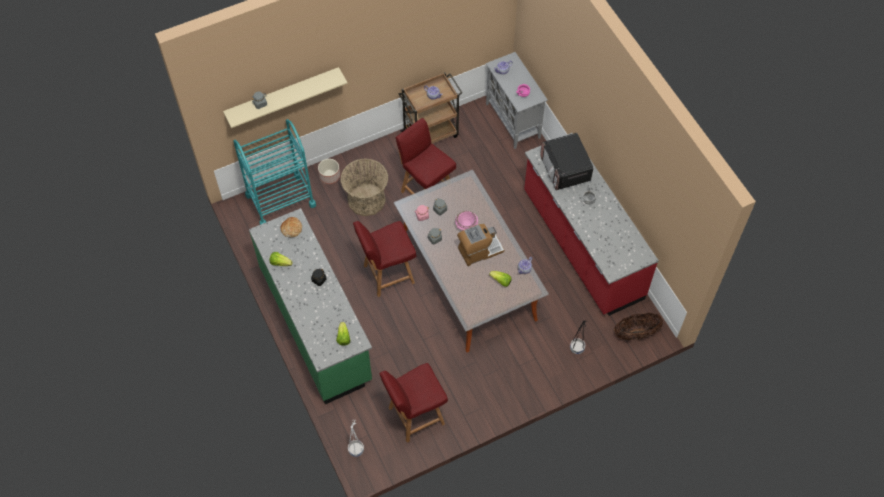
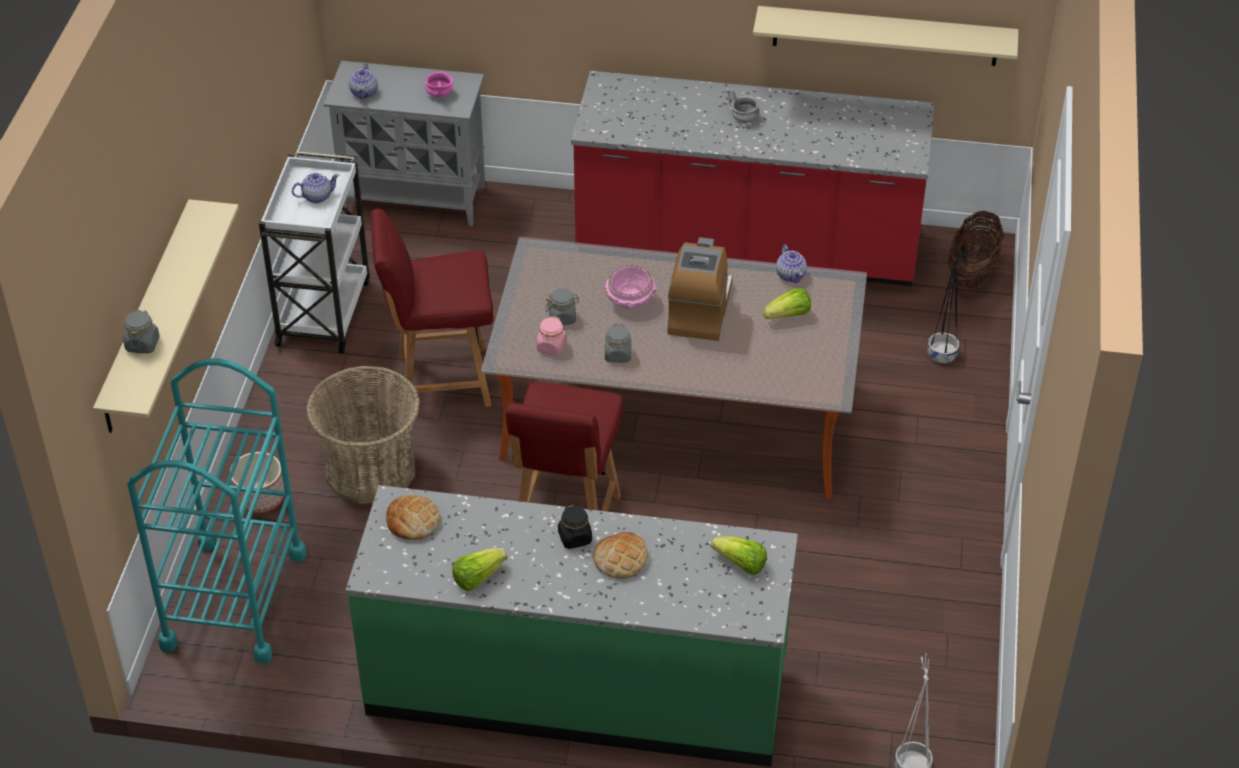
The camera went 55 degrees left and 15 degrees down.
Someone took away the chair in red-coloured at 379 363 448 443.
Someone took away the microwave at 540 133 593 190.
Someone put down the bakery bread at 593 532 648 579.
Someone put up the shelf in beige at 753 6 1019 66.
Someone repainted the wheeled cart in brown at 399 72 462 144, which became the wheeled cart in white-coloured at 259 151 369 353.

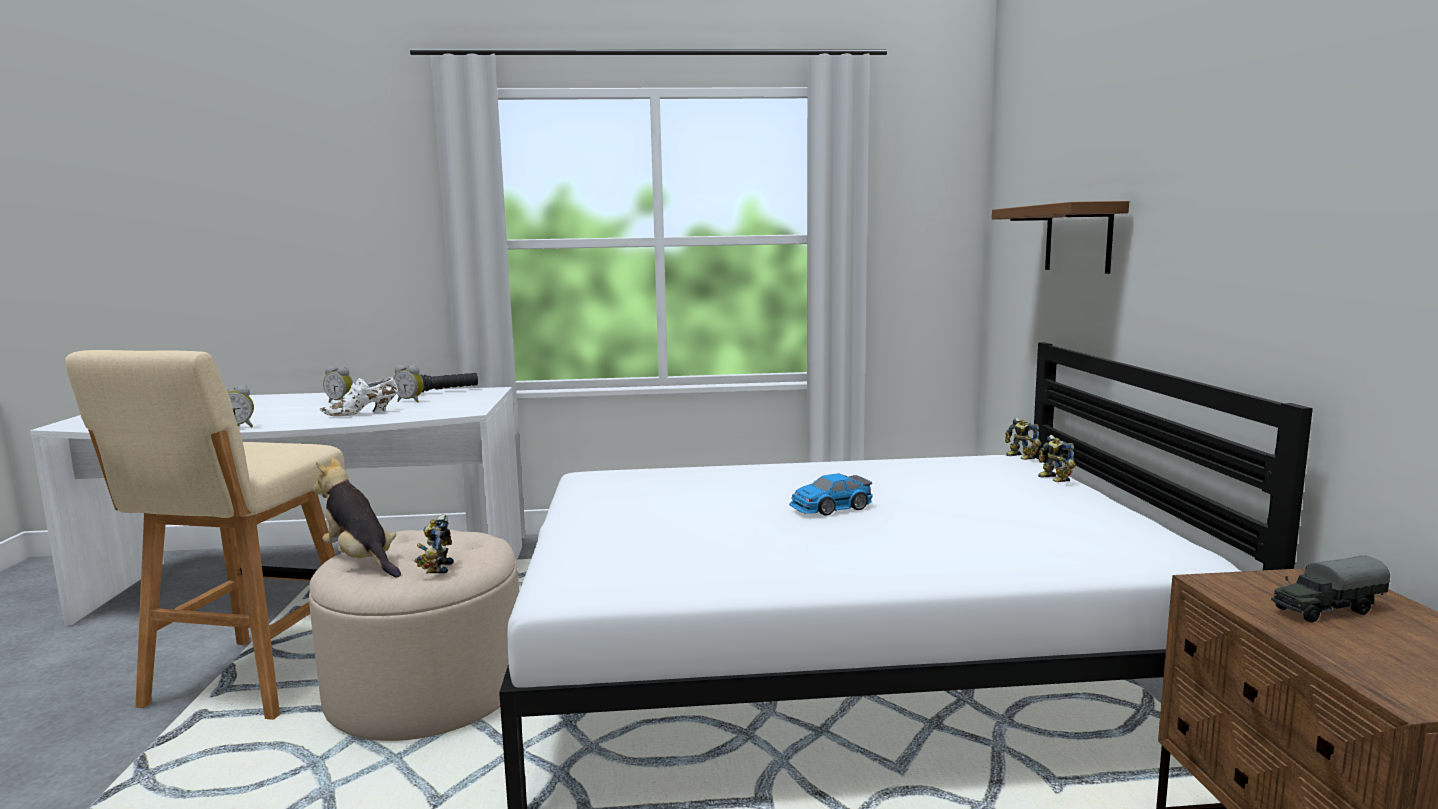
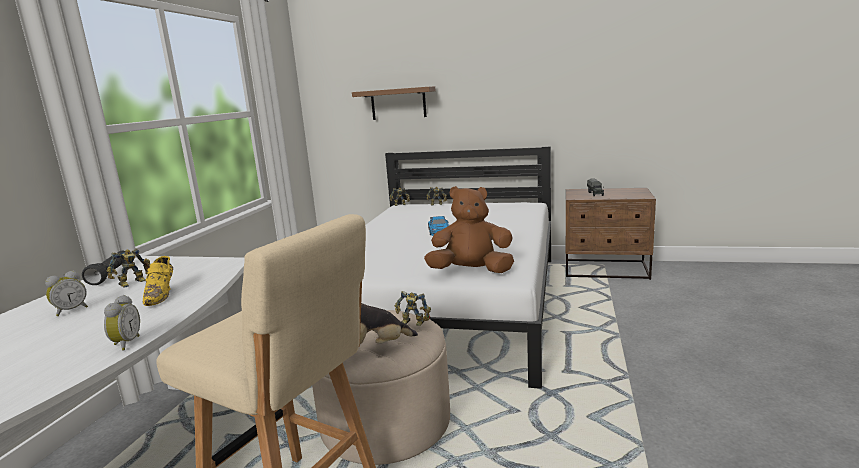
The camera went 70 degrees left and 5 degrees up.
Someone put down the cuddly toy in brown at 424 186 514 273.
Someone swapped the table clock at 393 365 424 403 for the toy robot at 106 248 150 288.
Someone repainted the low shoe in white-coloured at 320 377 398 417, which became the low shoe in yellow at 142 256 173 306.

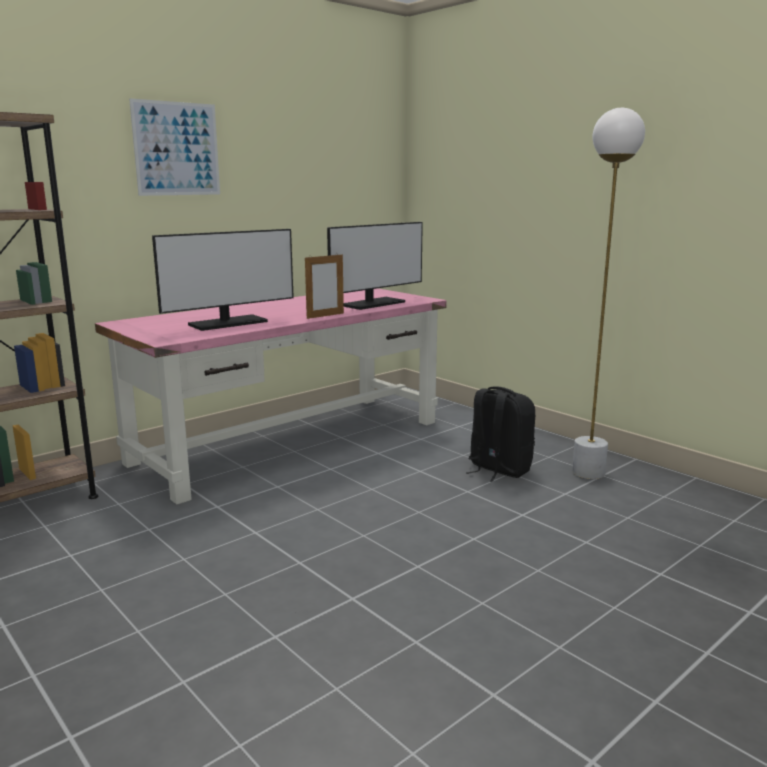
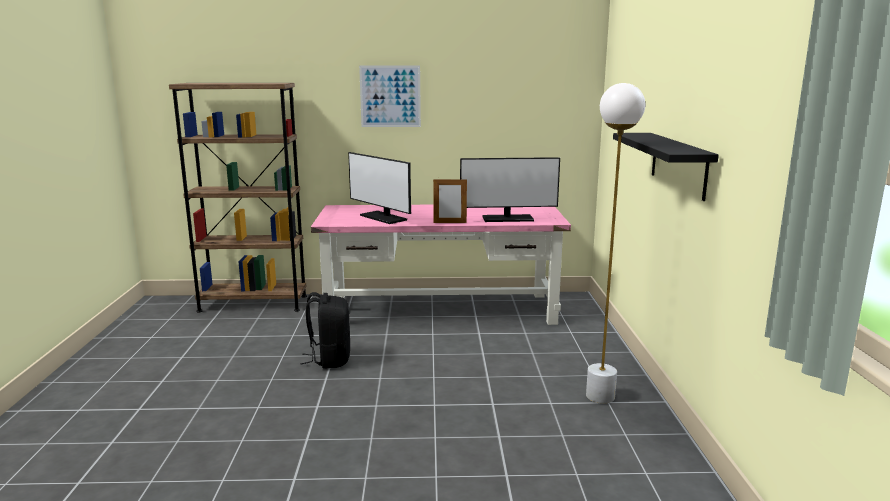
The camera went 40 degrees right and 0 degrees up.
Someone put up the shelf in blackish at 613 133 719 201.
Someone carried the rucksack in blackish from 466 386 535 482 to 300 292 350 369.
Someone rotated the monitor at 152 229 294 331 by 45 degrees clockwise.

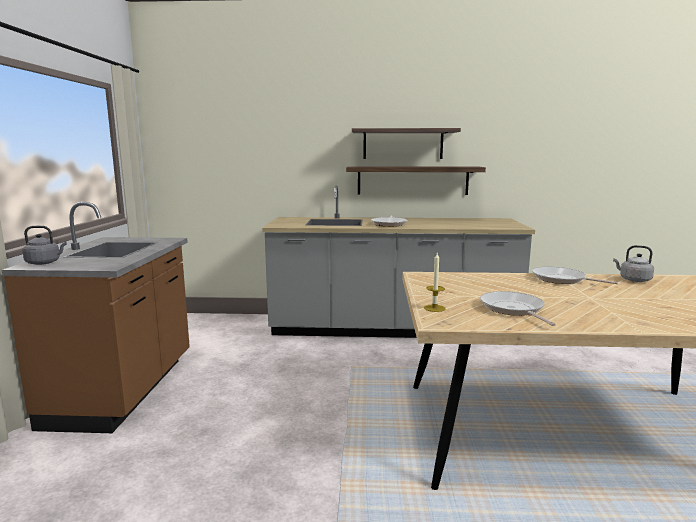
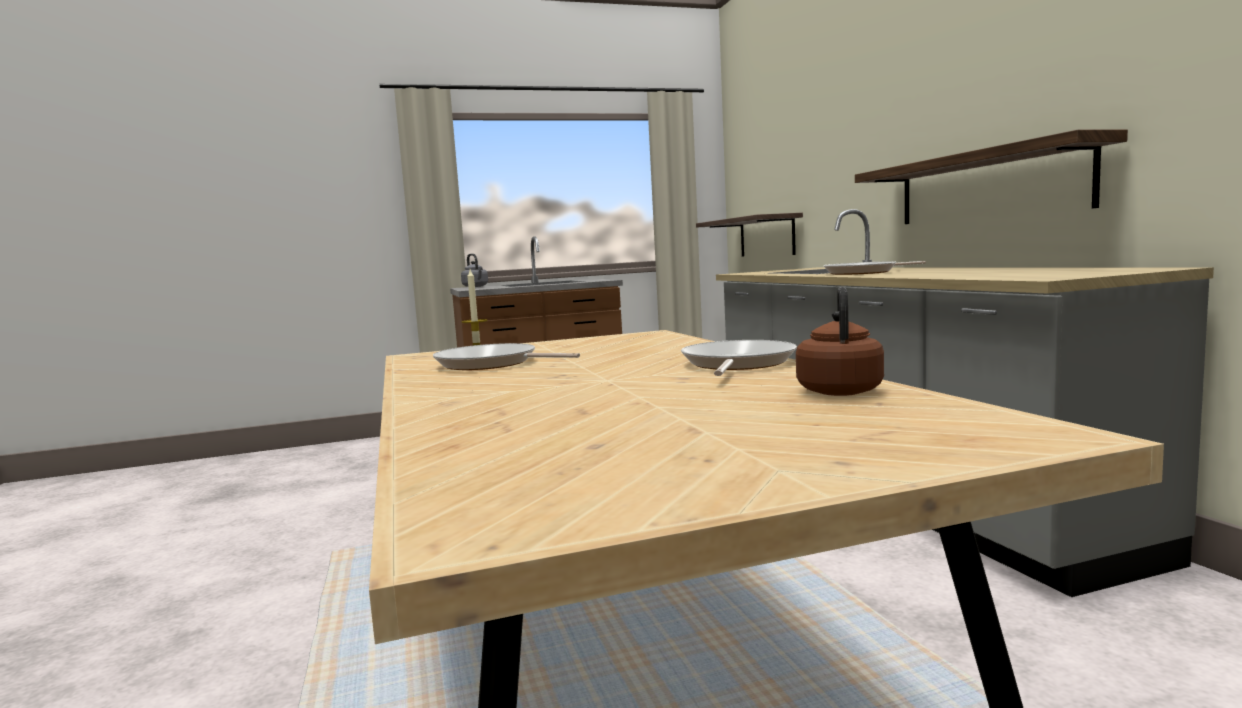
The camera went 70 degrees right and 5 degrees down.
Someone carried the shelf from 352 128 461 159 to 696 213 803 257.
Someone repainted the tea kettle in greyish at 613 245 654 282, which became the tea kettle in brown at 796 287 884 396.
Someone rotated the frying pan at 480 291 556 326 by 120 degrees counterclockwise.

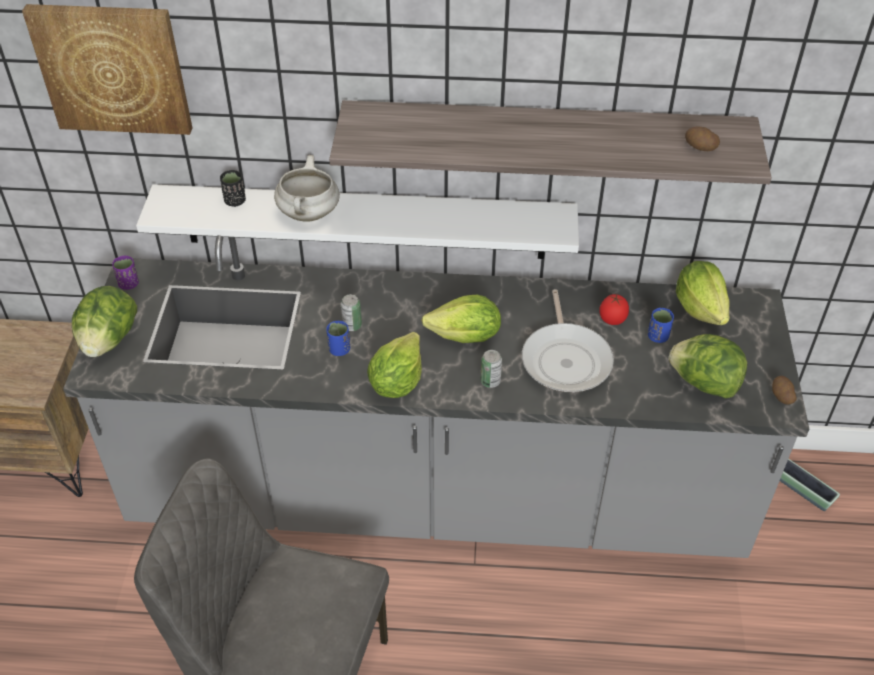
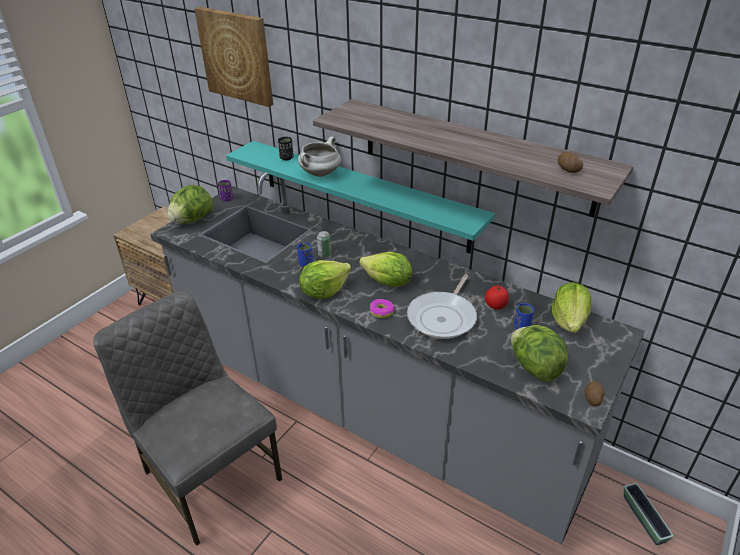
The camera went 30 degrees right and 10 degrees down.
Someone swapped the can at 481 350 502 388 for the doughnut at 370 299 394 318.
Someone repainted the shelf in white-coloured at 136 184 579 259, which became the shelf in blue-green at 226 141 495 254.

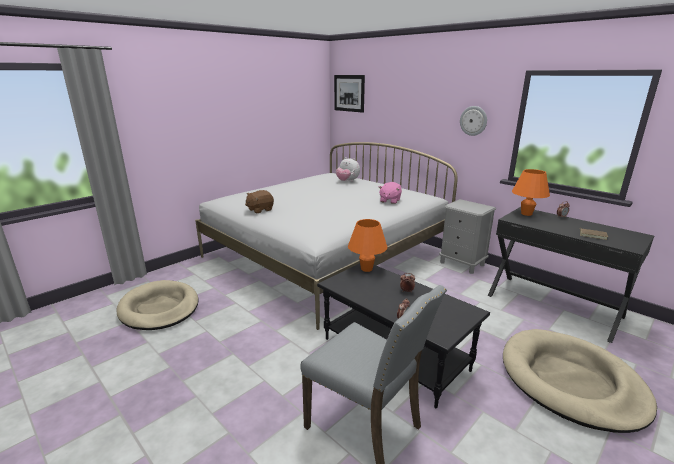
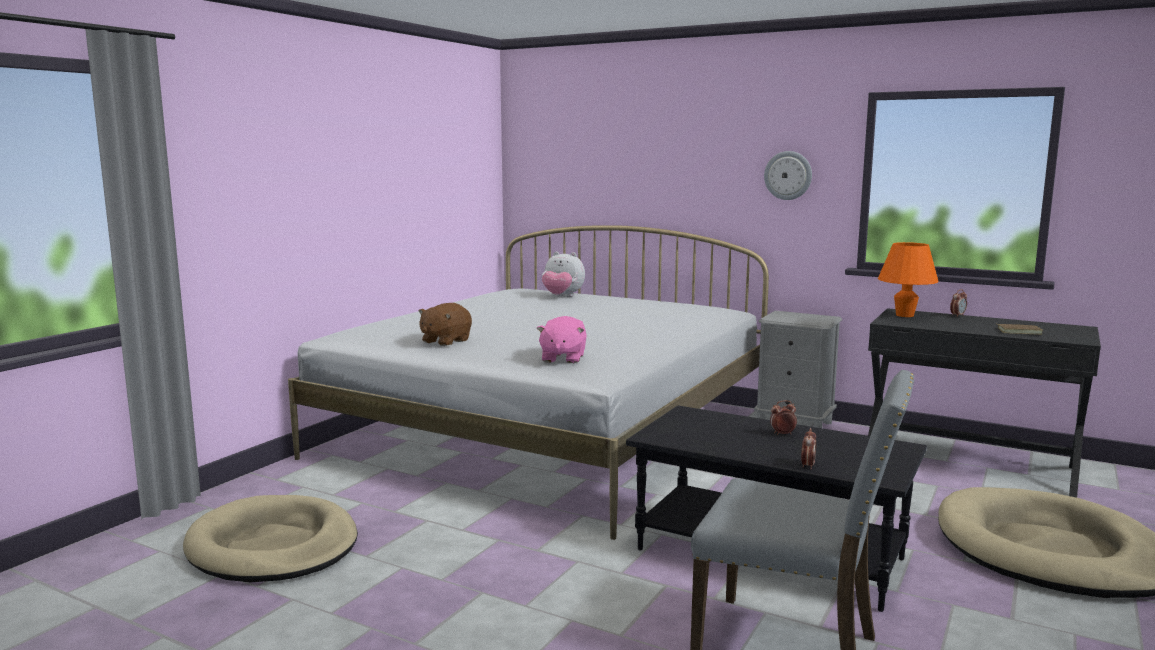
The camera went 15 degrees left and 10 degrees down.
Someone took away the picture at 334 75 365 113.
Someone took away the lamp for a table in orangey at 348 219 387 272.
Someone carried the cuddly toy in pinkish from 379 182 402 204 to 536 316 587 363.

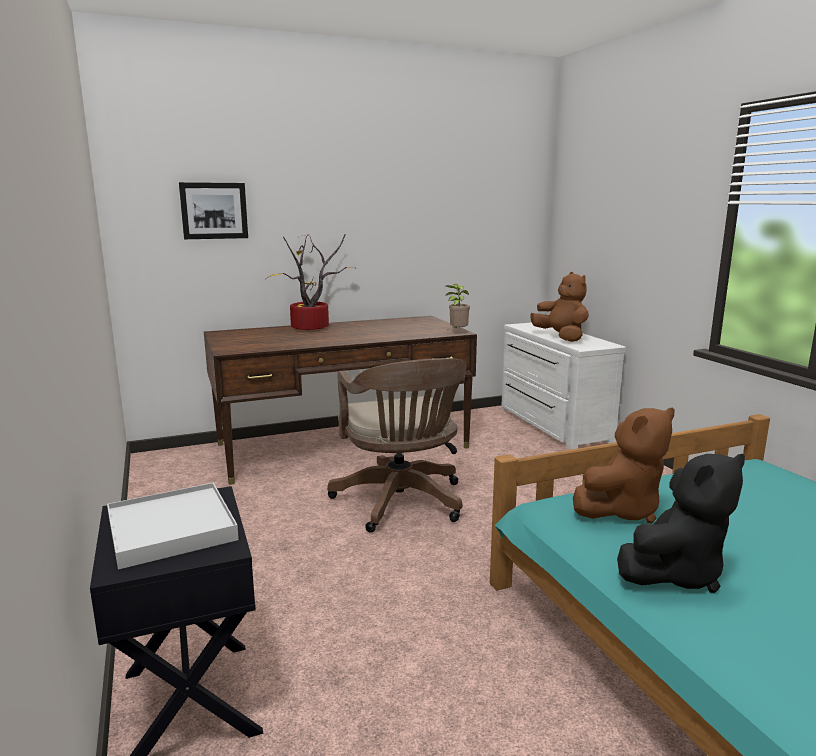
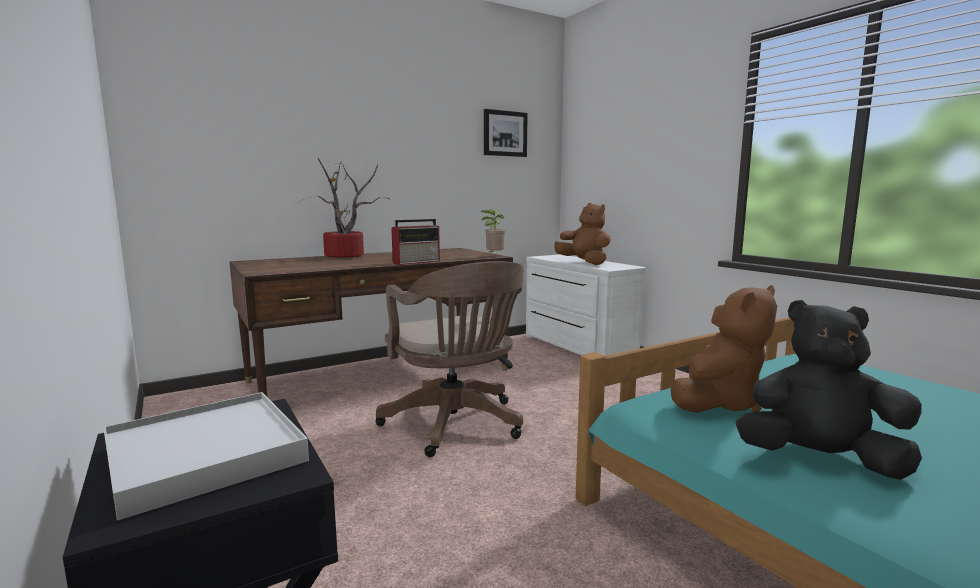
The camera went 10 degrees left and 5 degrees down.
Someone put down the radio at 391 219 440 265.
Someone carried the picture from 179 182 248 239 to 484 109 528 157.
Someone rotated the cuddly toy in blackish at 617 454 745 593 by 120 degrees counterclockwise.

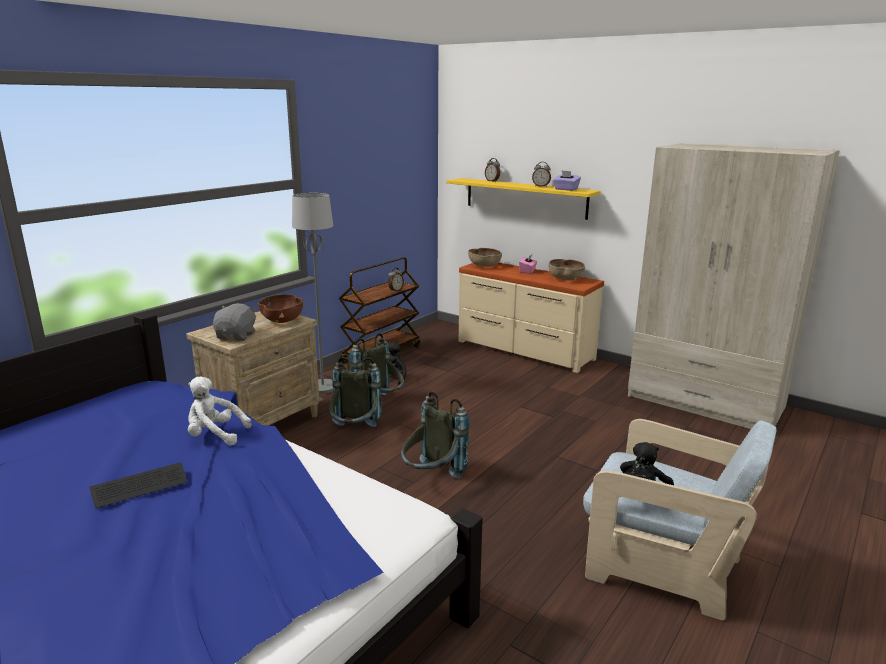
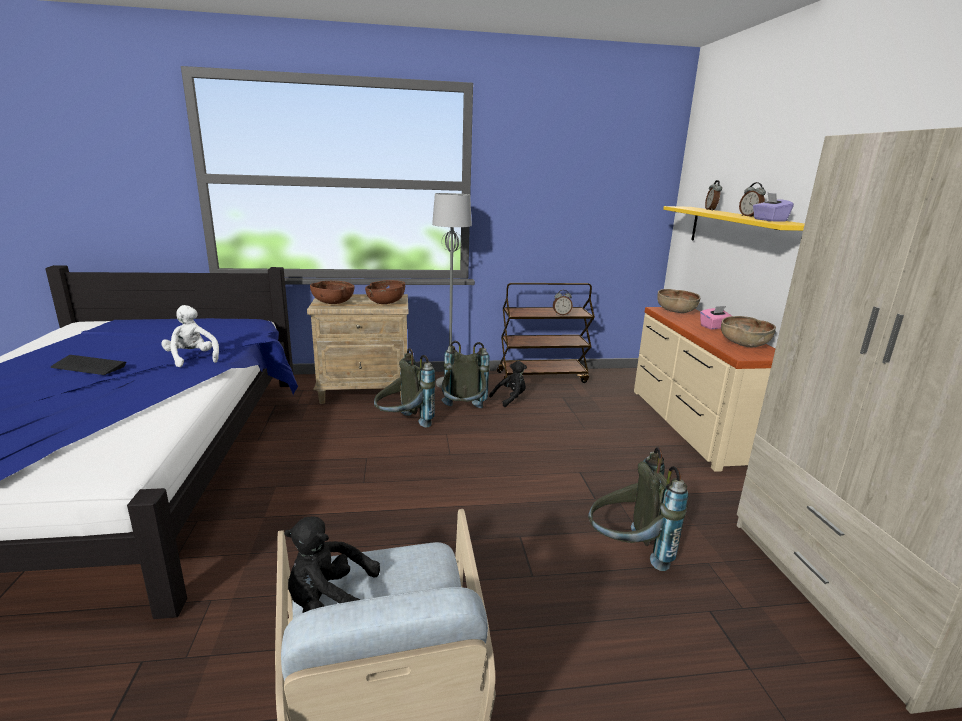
The camera went 45 degrees right and 0 degrees up.
Someone carried the rucksack in greyish from 401 391 469 478 to 588 447 688 571.
Someone swapped the cuddly toy in greyish at 213 303 257 341 for the deep dish in brown at 310 281 355 304.

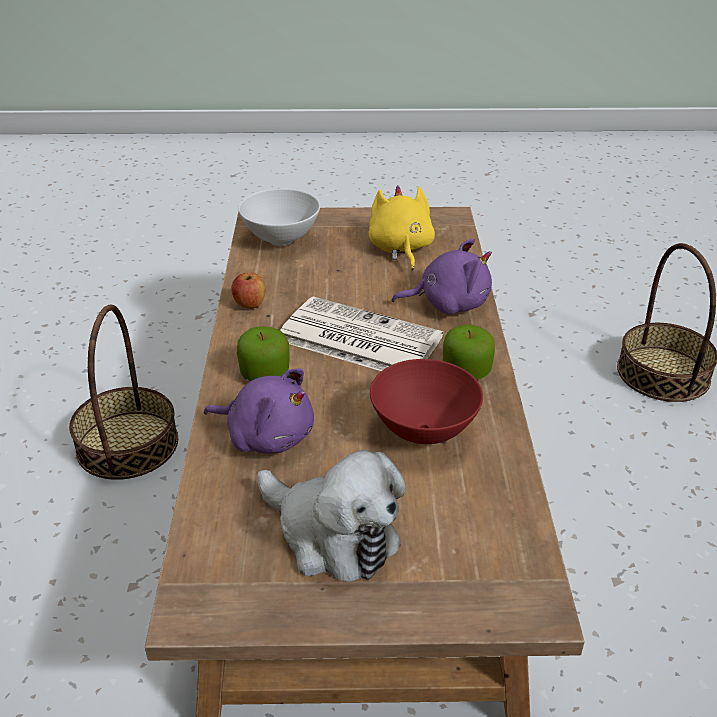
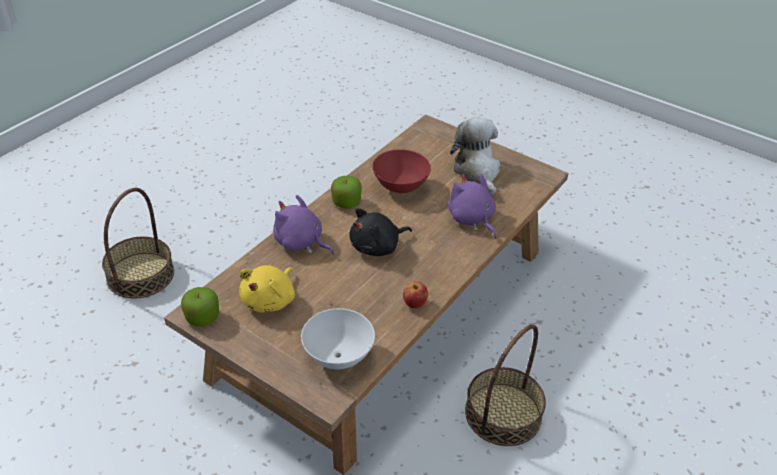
The camera went 145 degrees left and 5 degrees up.
Someone carried the apple fruit from 237 327 290 381 to 181 287 219 327.
Someone swapped the daily paper at 280 296 443 371 for the cuddly toy in blackish at 349 208 412 256.

